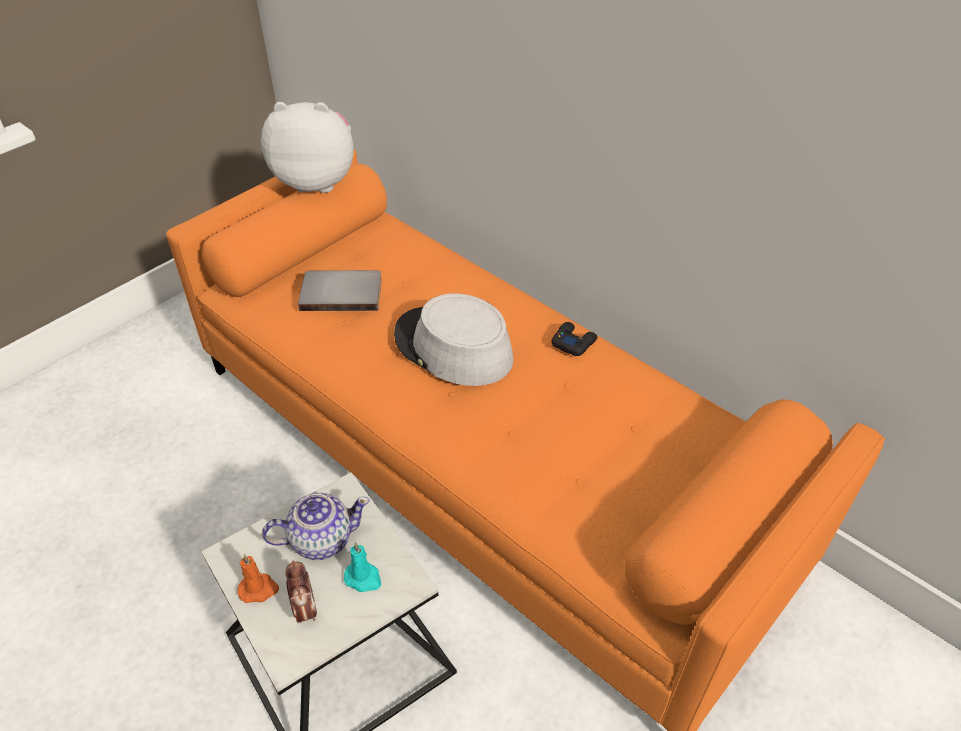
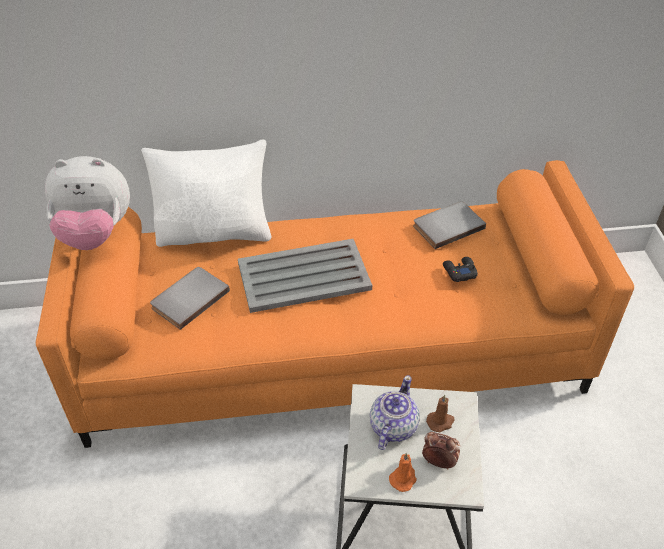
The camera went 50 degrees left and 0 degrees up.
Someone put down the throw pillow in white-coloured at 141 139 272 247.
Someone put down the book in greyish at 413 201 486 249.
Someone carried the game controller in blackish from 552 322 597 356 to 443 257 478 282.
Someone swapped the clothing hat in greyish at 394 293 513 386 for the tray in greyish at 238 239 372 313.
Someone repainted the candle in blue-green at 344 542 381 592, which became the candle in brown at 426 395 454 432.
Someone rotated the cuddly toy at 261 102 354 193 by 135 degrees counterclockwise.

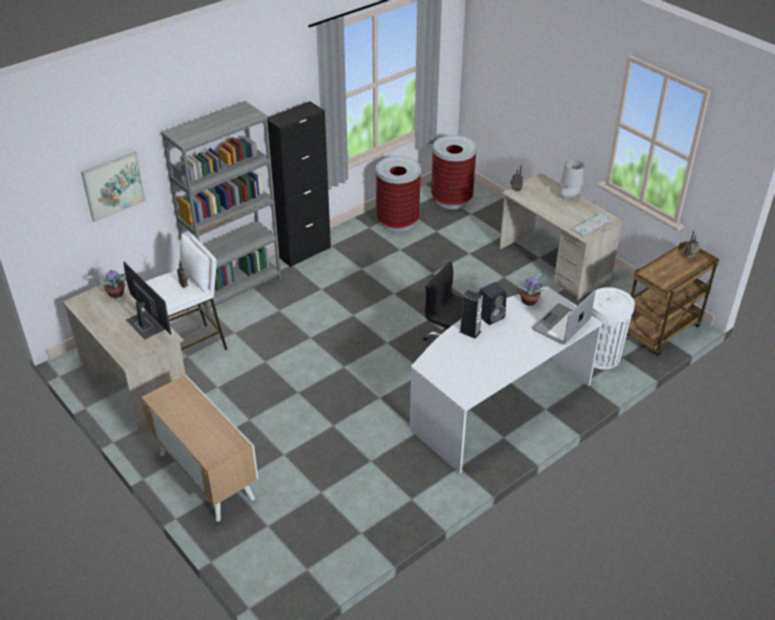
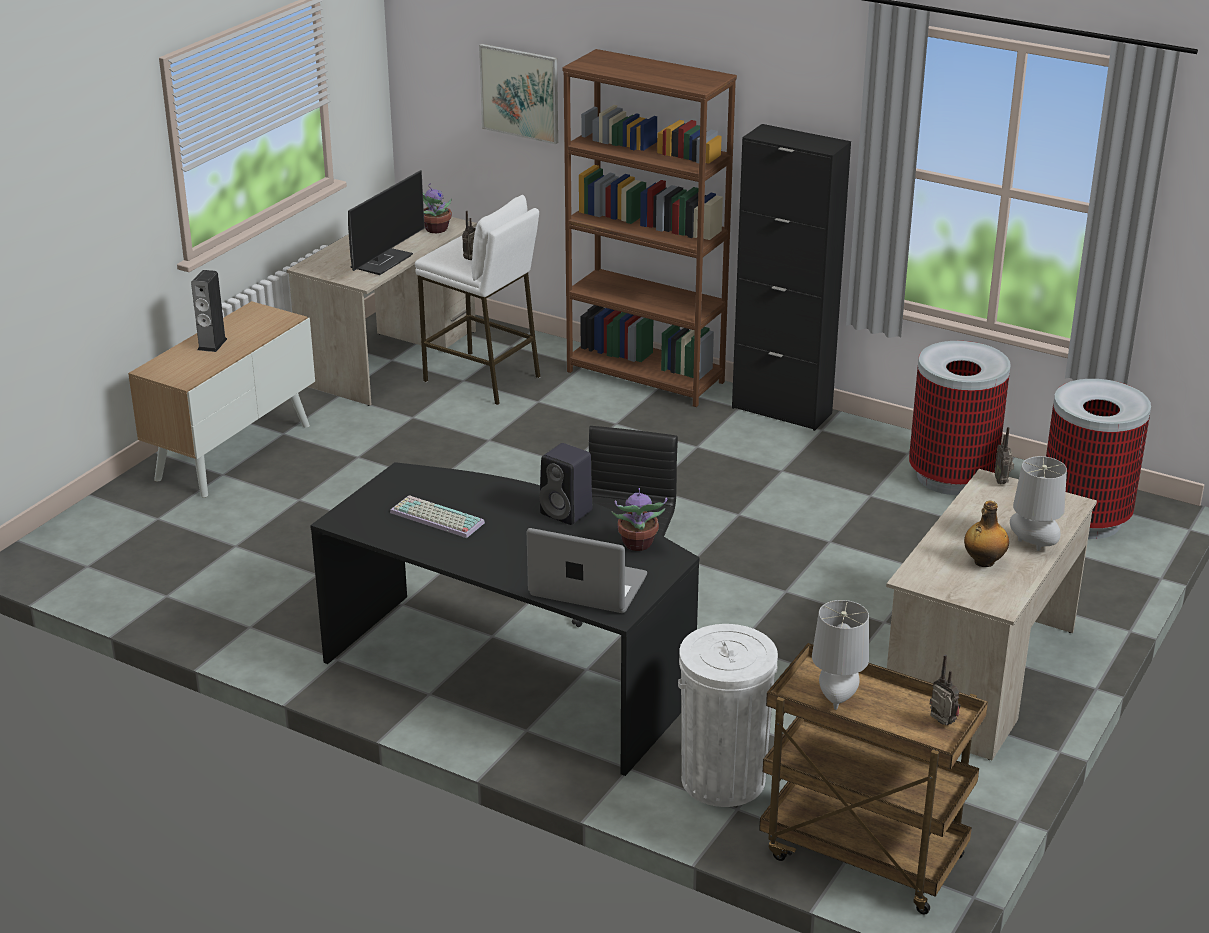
The camera went 70 degrees right and 10 degrees down.
Someone put down the lamp for a table in greyish at 812 600 869 710.
Someone put down the drink bottle at 964 501 1009 567.
Someone carried the speaker from 459 290 483 339 to 191 270 227 352.
Someone carried the keyboard from 572 213 611 237 to 390 495 485 538.
Someone repainted the bookcase in greyish at 161 101 281 314, which became the bookcase in brown at 563 49 737 407.
Someone repainted the desk in white-coloured at 410 286 603 473, which became the desk in blackish at 310 462 699 776.

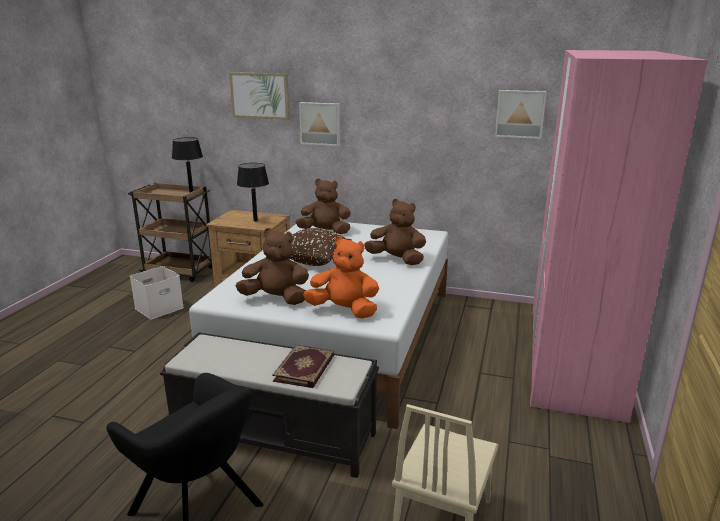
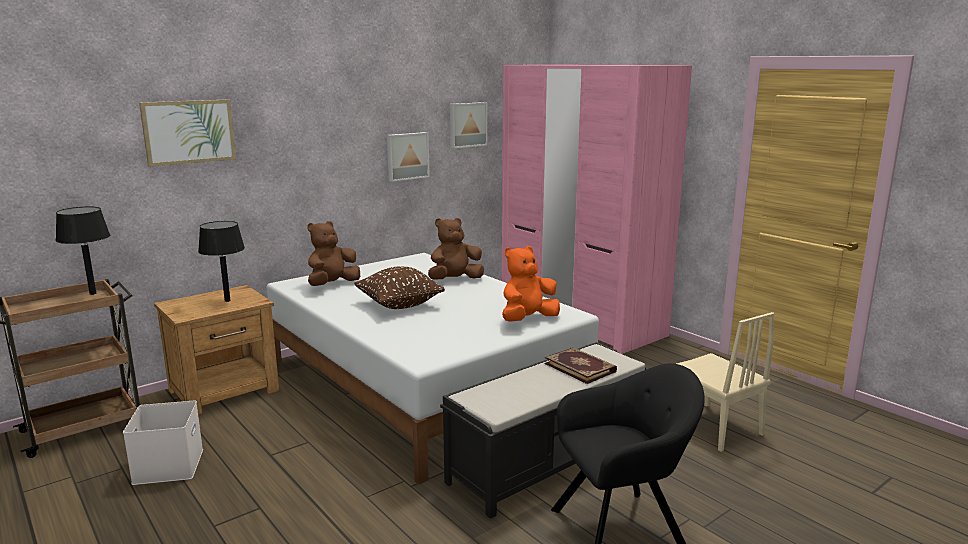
The camera went 55 degrees left and 5 degrees down.
Someone took away the cuddly toy in brown at 235 228 309 305.
Someone carried the picture from 299 102 340 146 to 387 132 430 182.

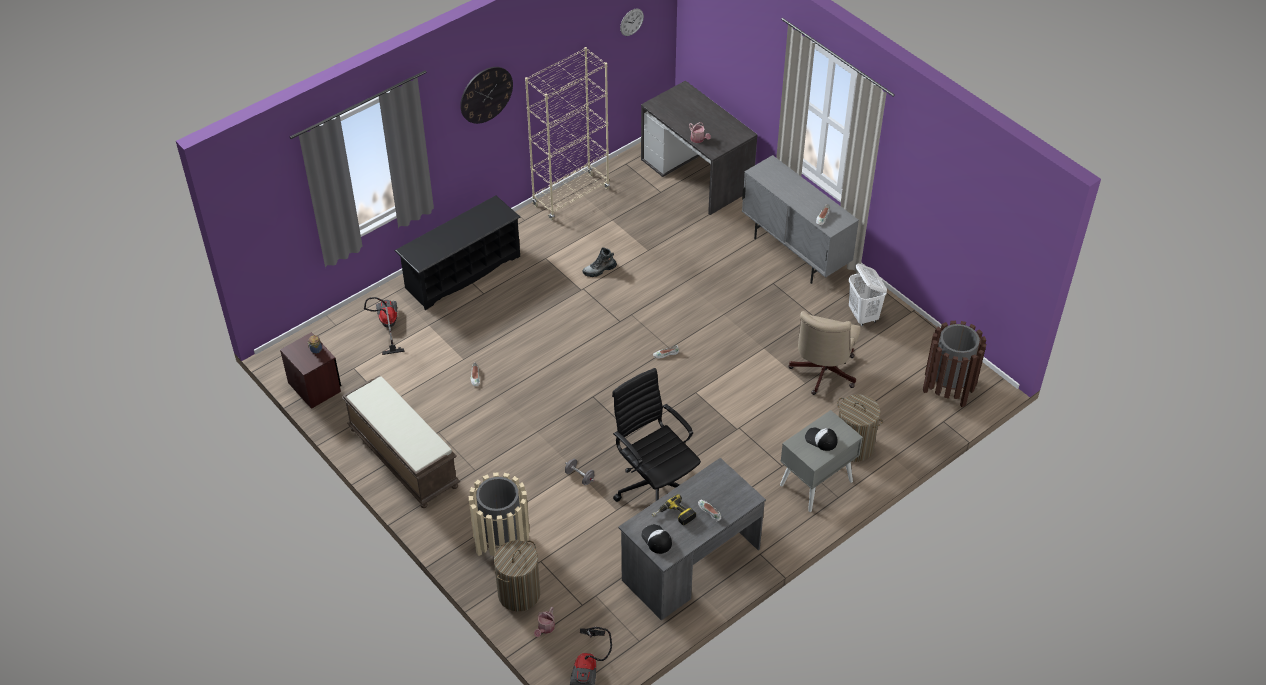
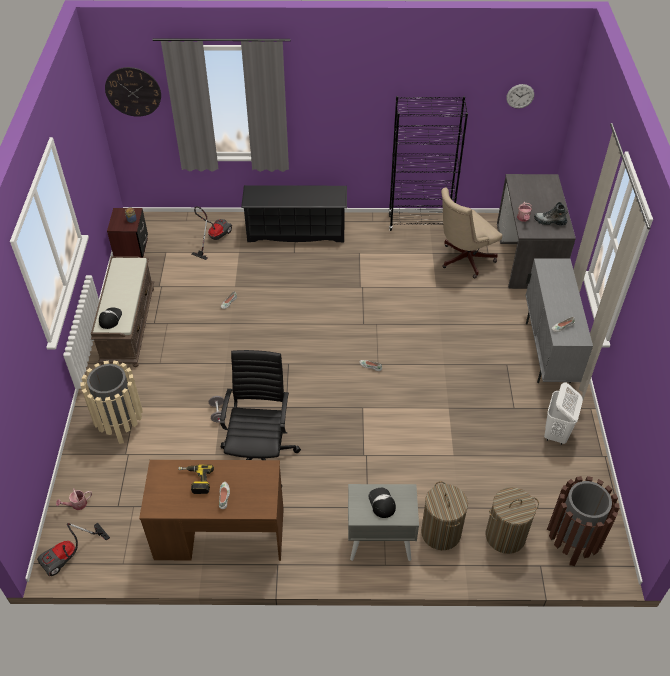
The camera went 40 degrees right and 0 degrees up.
Someone carried the clock on the wall from 460 67 513 124 to 105 67 161 117.
Someone carried the laundry basket from 494 540 540 611 to 486 487 539 554.
Someone carried the tall boot from 582 247 617 277 to 534 202 568 226.
Someone carried the cap from 641 524 672 554 to 99 307 122 329.
Someone carried the office chair in beige from 788 311 861 395 to 441 187 502 279.
Someone repainted the bookcase in beige at 525 47 610 220, which became the bookcase in blackish at 389 96 468 231.
Someone repainted the desk in greyish at 618 458 766 620, which became the desk in brown at 139 460 284 561.

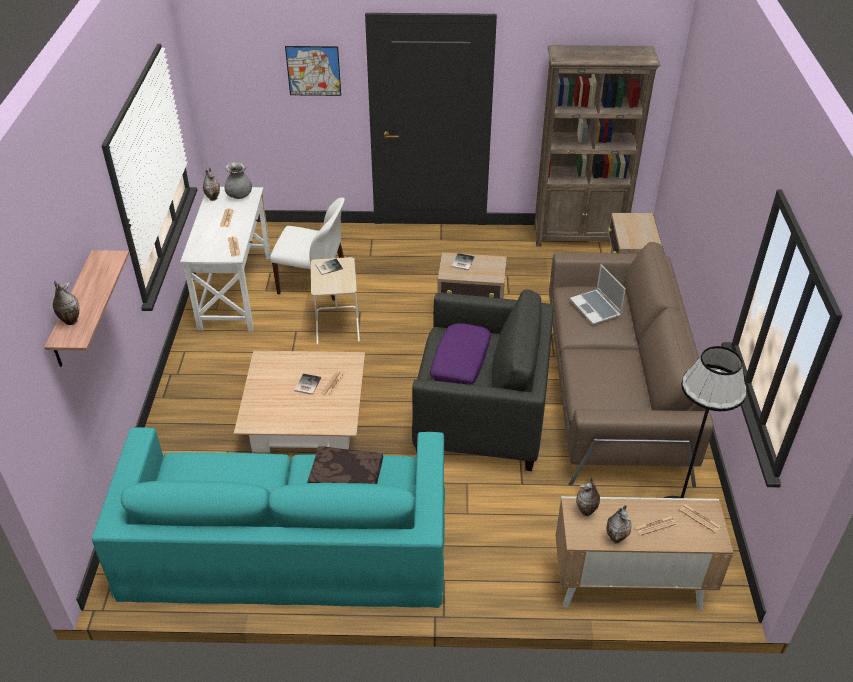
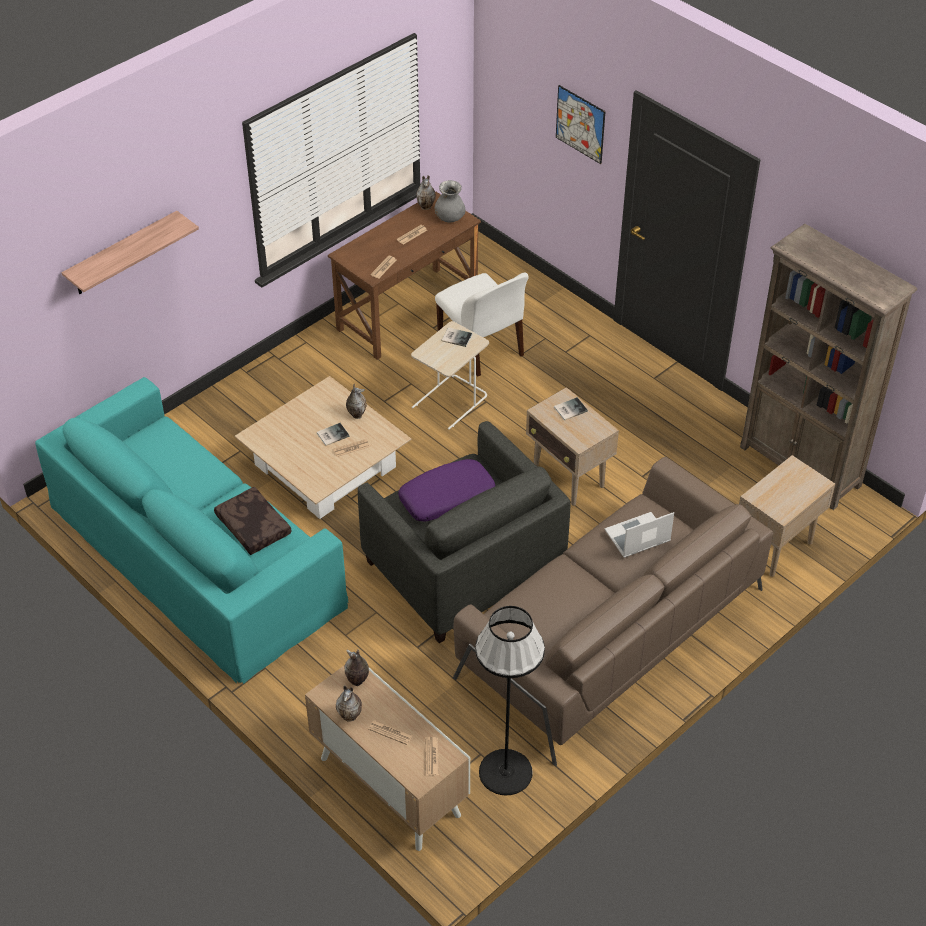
The camera went 45 degrees right and 5 degrees up.
Someone carried the decorative vase from 53 281 80 325 to 346 383 367 419.
Someone repainted the desk in white-coloured at 180 187 271 332, which became the desk in brown at 328 192 481 360.
Someone rotated the laptop at 570 264 626 325 by 45 degrees clockwise.

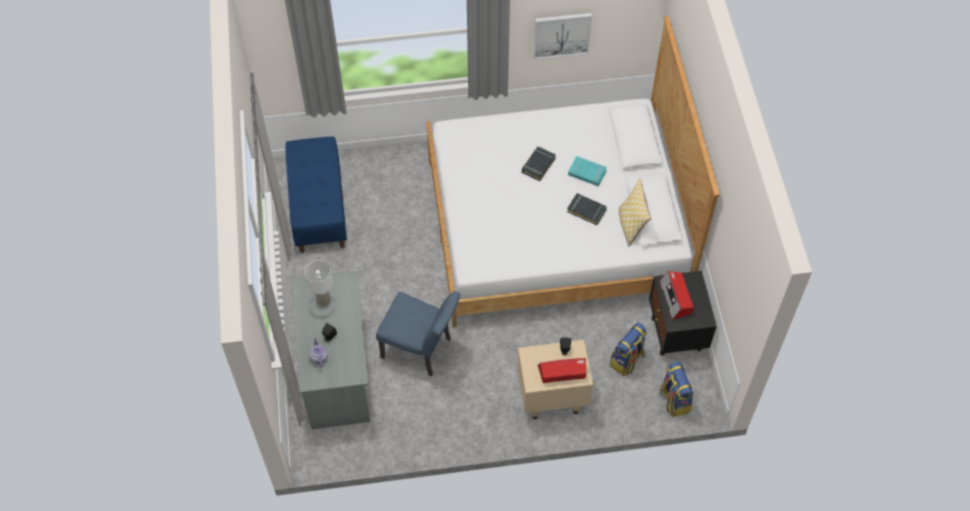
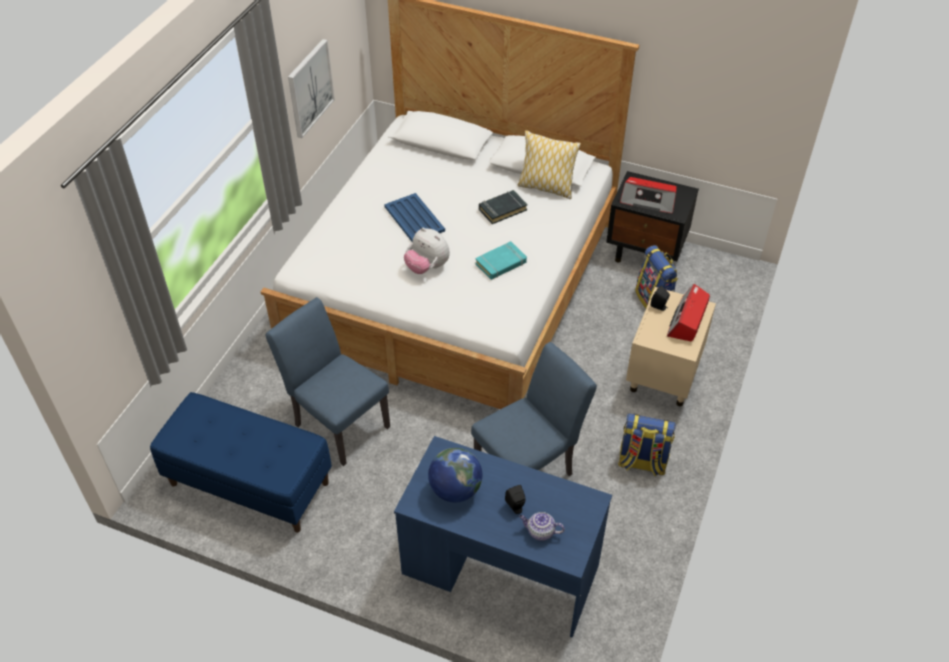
The camera went 60 degrees left and 10 degrees down.
Someone put down the chair in blue-coloured at 265 297 390 466.
Someone put down the cuddly toy at 404 228 450 274.
Someone carried the book in blue-green from 568 156 607 186 to 475 241 527 280.
Someone carried the rucksack from 659 361 693 417 to 618 414 676 476.
Someone swapped the lamp for a table in white-coloured at 305 260 333 307 for the world globe at 428 448 482 502.
Someone swapped the book in blackish at 522 146 556 181 for the tray in blue-coloured at 384 193 445 241.
Someone repainted the desk in greyish at 292 271 371 429, which became the desk in blue-coloured at 394 436 612 638.

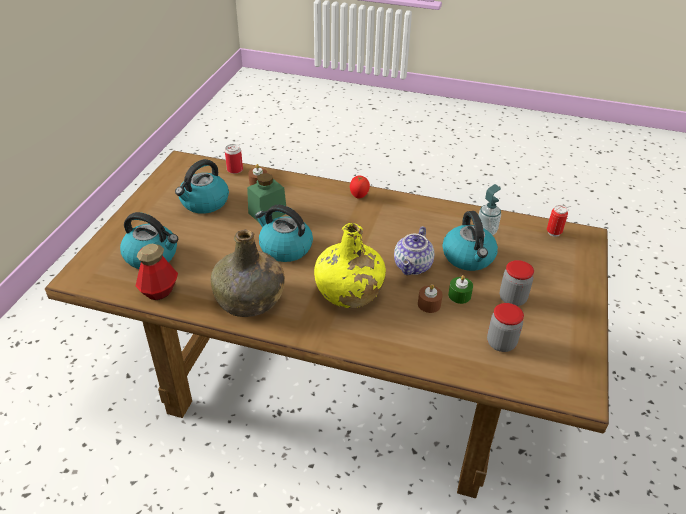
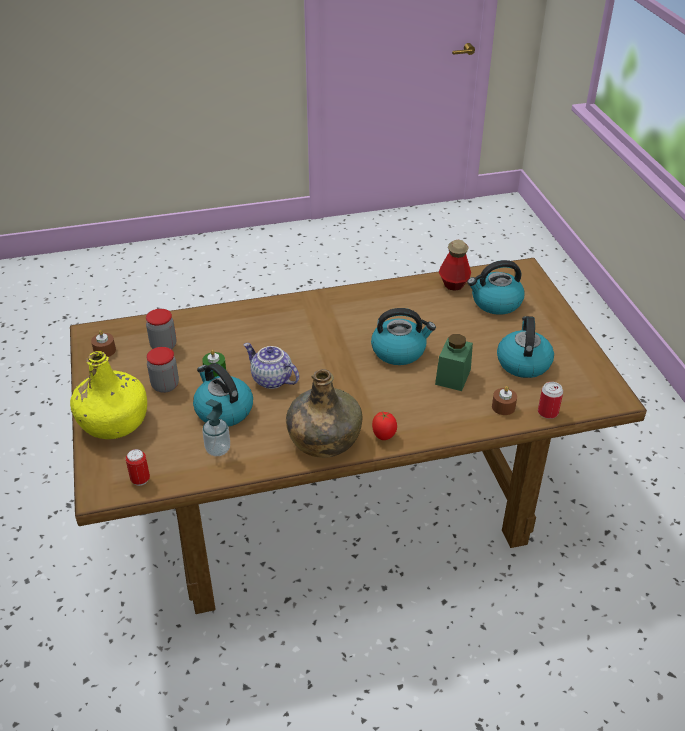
The camera went 150 degrees right and 0 degrees up.
Someone carried the drink bottle in green-coloured from 211 230 285 317 to 286 369 362 458.
Someone carried the drink bottle in yellow from 314 223 386 308 to 70 351 147 439.
Someone carried the candle in brown from 418 284 443 313 to 91 330 116 357.
Someone rotated the teapot at 394 226 434 275 by 45 degrees counterclockwise.

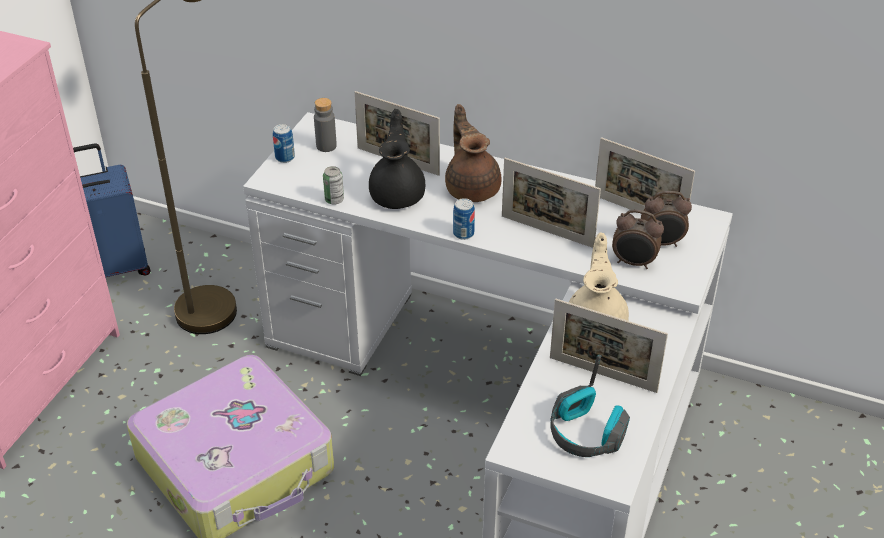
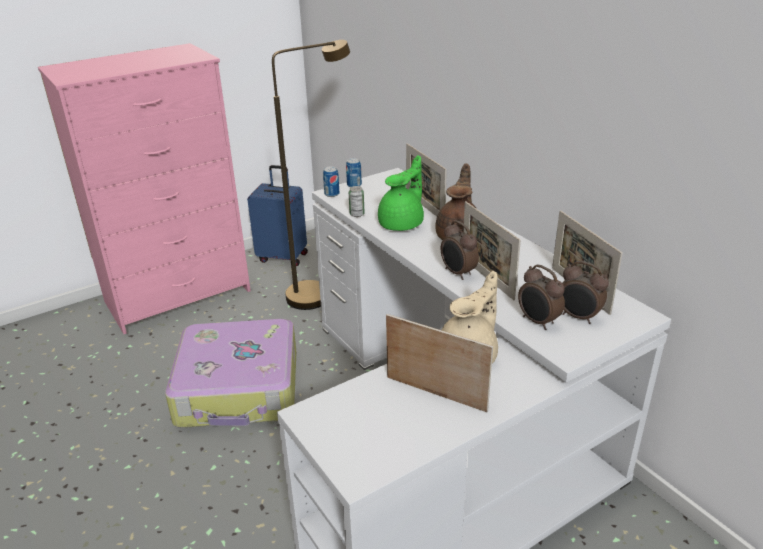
The camera went 35 degrees right and 10 degrees down.
Someone took away the drink bottle in greyish at 314 98 337 152.
Someone took away the headset at 550 355 630 457.
Someone put down the table clock at 441 220 479 280.
Someone carried the can from 453 198 475 240 to 323 166 339 197.
Someone repainted the teapot in blackish at 369 109 425 209, which became the teapot in green-coloured at 378 155 424 231.
Someone rotated the standing frame at 550 299 668 393 by 150 degrees clockwise.

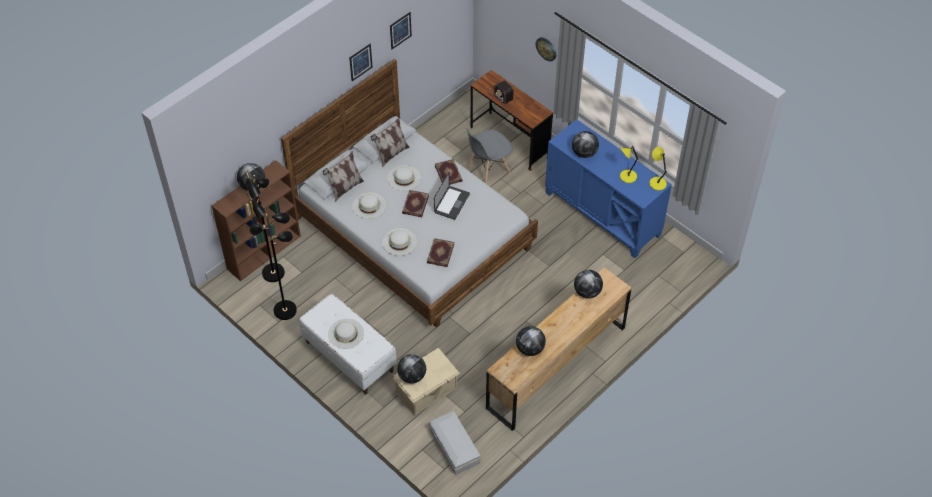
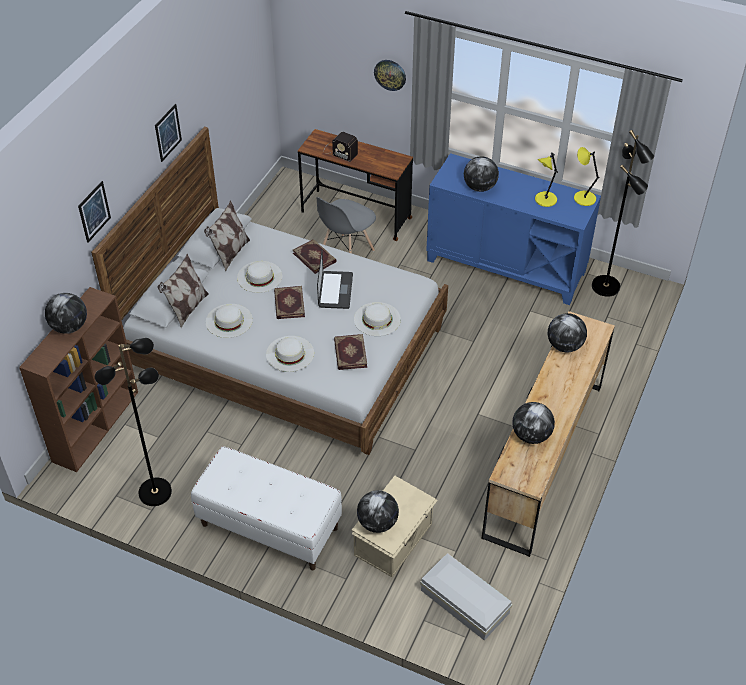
The camera went 20 degrees left and 5 degrees down.
Someone carried the standing lamp in blackish from 245 171 285 282 to 592 130 654 297.
Someone carried the clothing hat in white-coloured from 328 319 364 349 to 354 302 401 336.
Someone carried the picture from 390 12 412 49 to 78 181 111 243.

